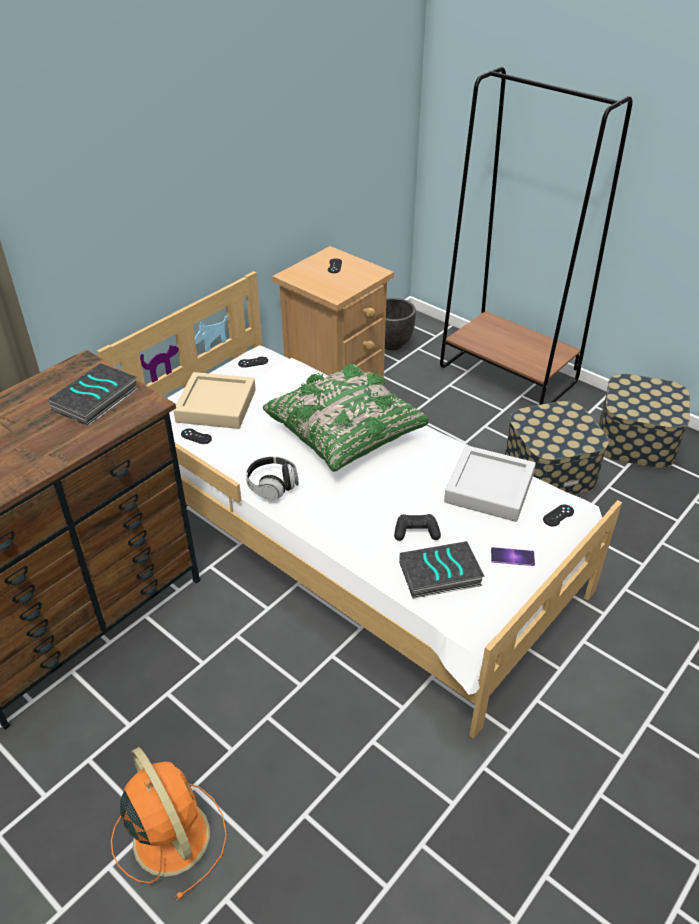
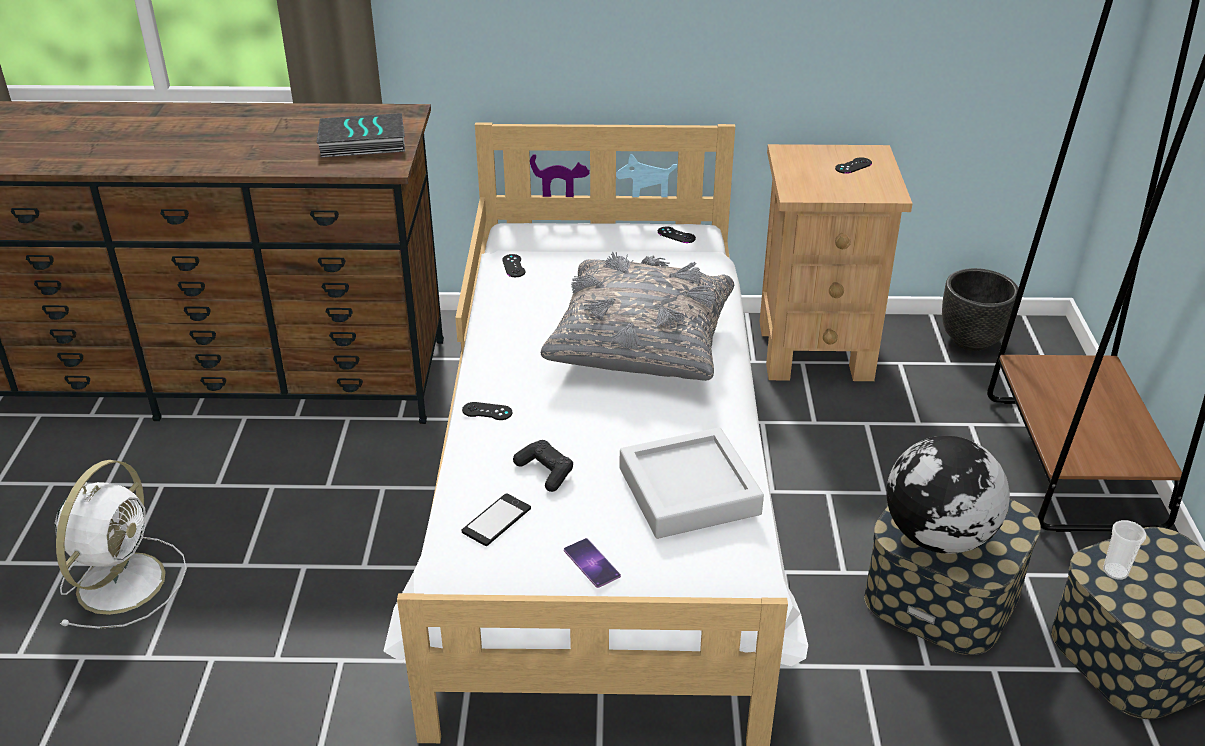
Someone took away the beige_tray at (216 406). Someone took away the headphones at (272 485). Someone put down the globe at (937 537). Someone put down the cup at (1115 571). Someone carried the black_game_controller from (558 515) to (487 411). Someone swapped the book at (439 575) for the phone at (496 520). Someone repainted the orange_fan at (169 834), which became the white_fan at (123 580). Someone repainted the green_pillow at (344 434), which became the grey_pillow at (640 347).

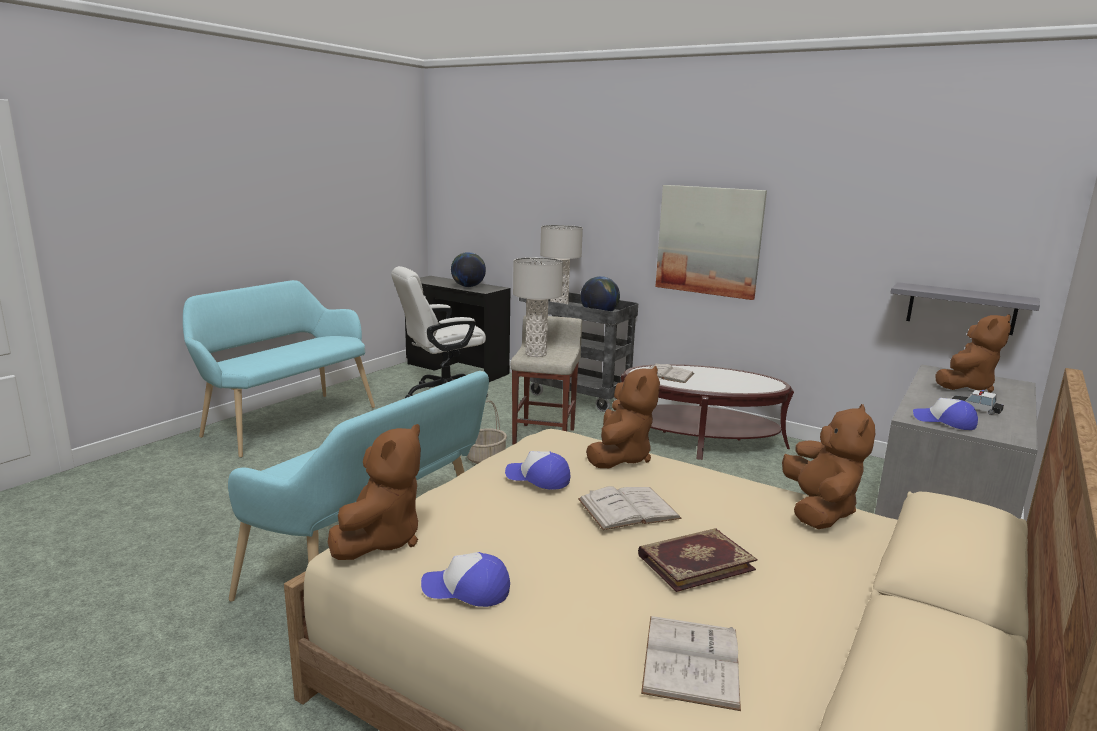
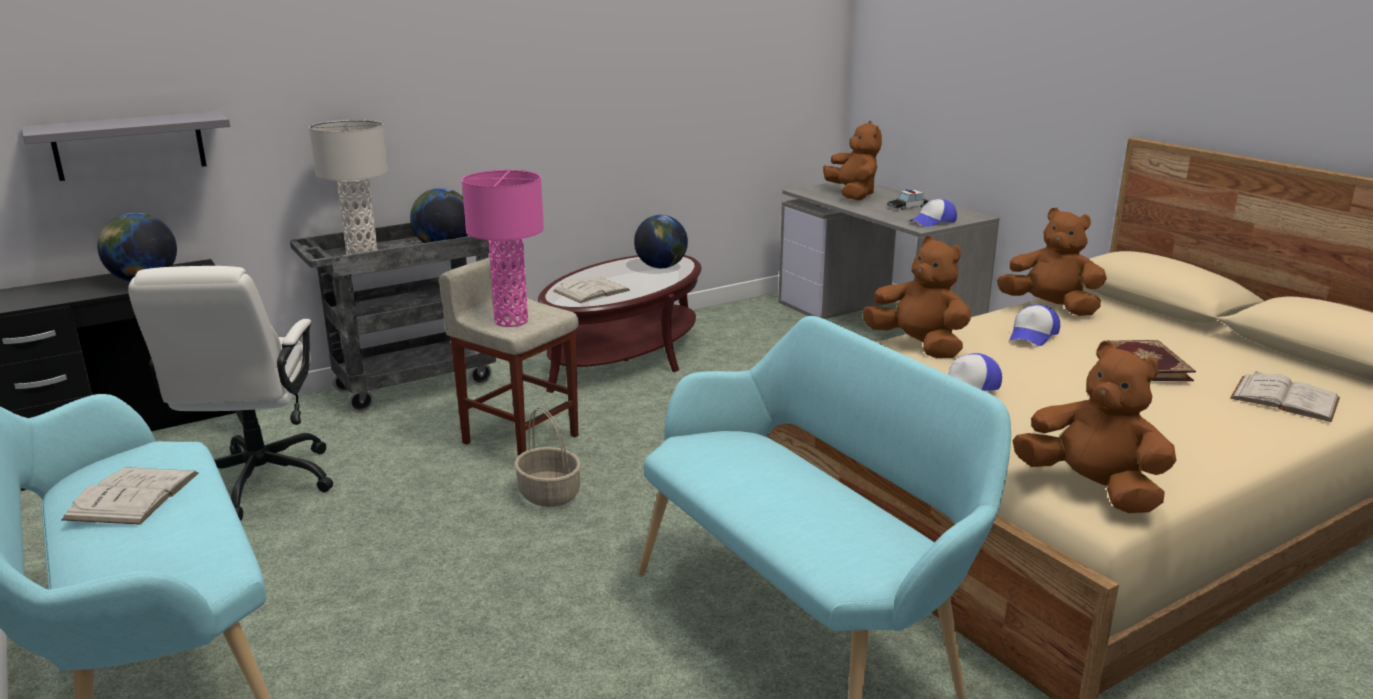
Someone took away the picture at (709 241). Someone put down the globe at (661 267). Someone carried the cap from (467 590) to (1033 335). Someone carried the white_book from (628 508) to (133 496). Someone carried the grey_shelf from (961 308) to (129 145). Someone repainted the white_table_lamp at (536 354), which became the pink_table_lamp at (511 321).

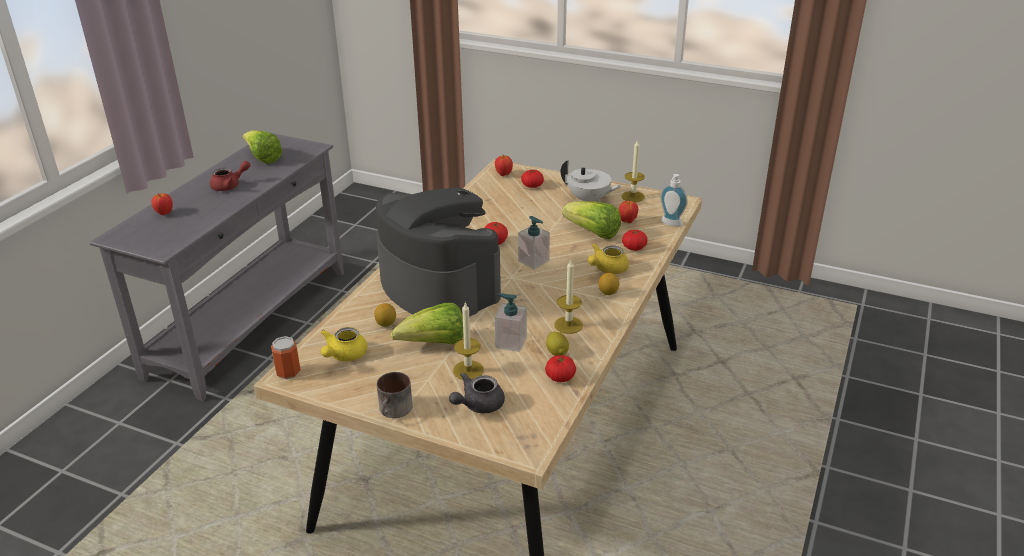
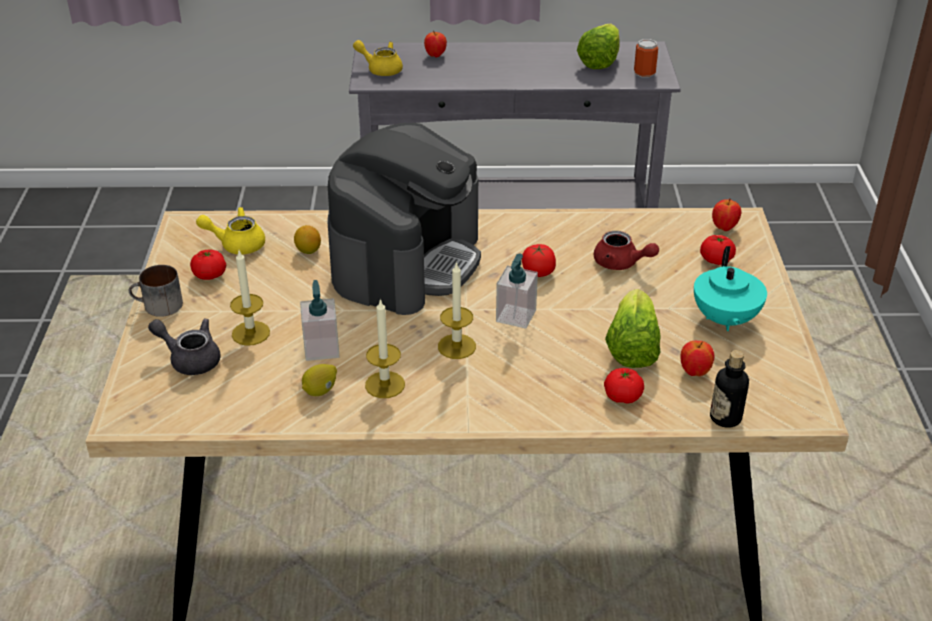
Someone took away the lettuce at (434 344). Someone took away the lemon at (608 292). Someone carried the red_teapot from (230 186) to (621 264). Someone carried the can from (288 372) to (644 73). Someone carried the tomato from (560 377) to (210 275). Someone carried the yellow_teapot from (607 269) to (381 69). Someone carried the candle from (633 196) to (456 346). Someone swapped the soap_dispenser at (670 224) for the bottle at (725 418). Someone repainted the white_teapot at (588 200), which became the turquoise_teapot at (724 320).

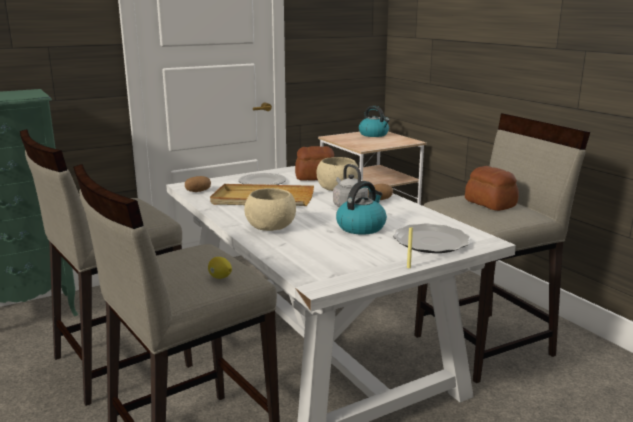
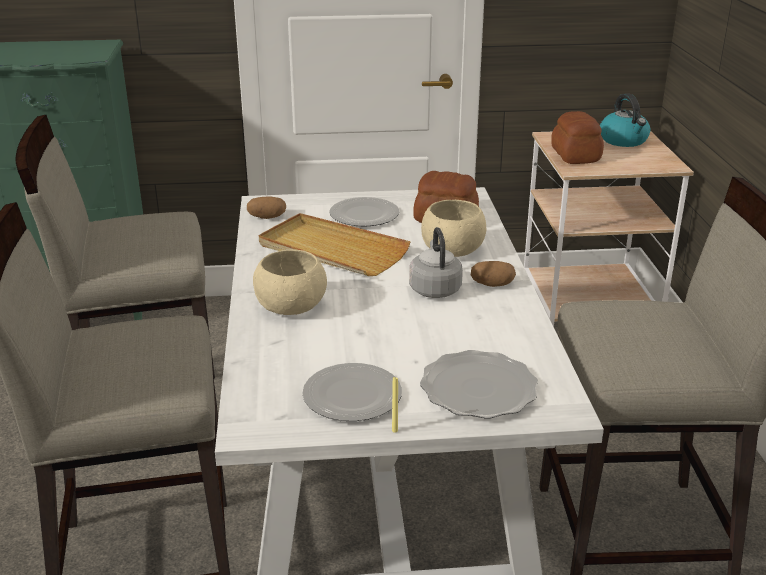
Someone took away the lemon at (220 277). Someone took away the kettle at (361 227). Someone put down the plate at (352 395). Someone carried the bread from (490 204) to (575 155).

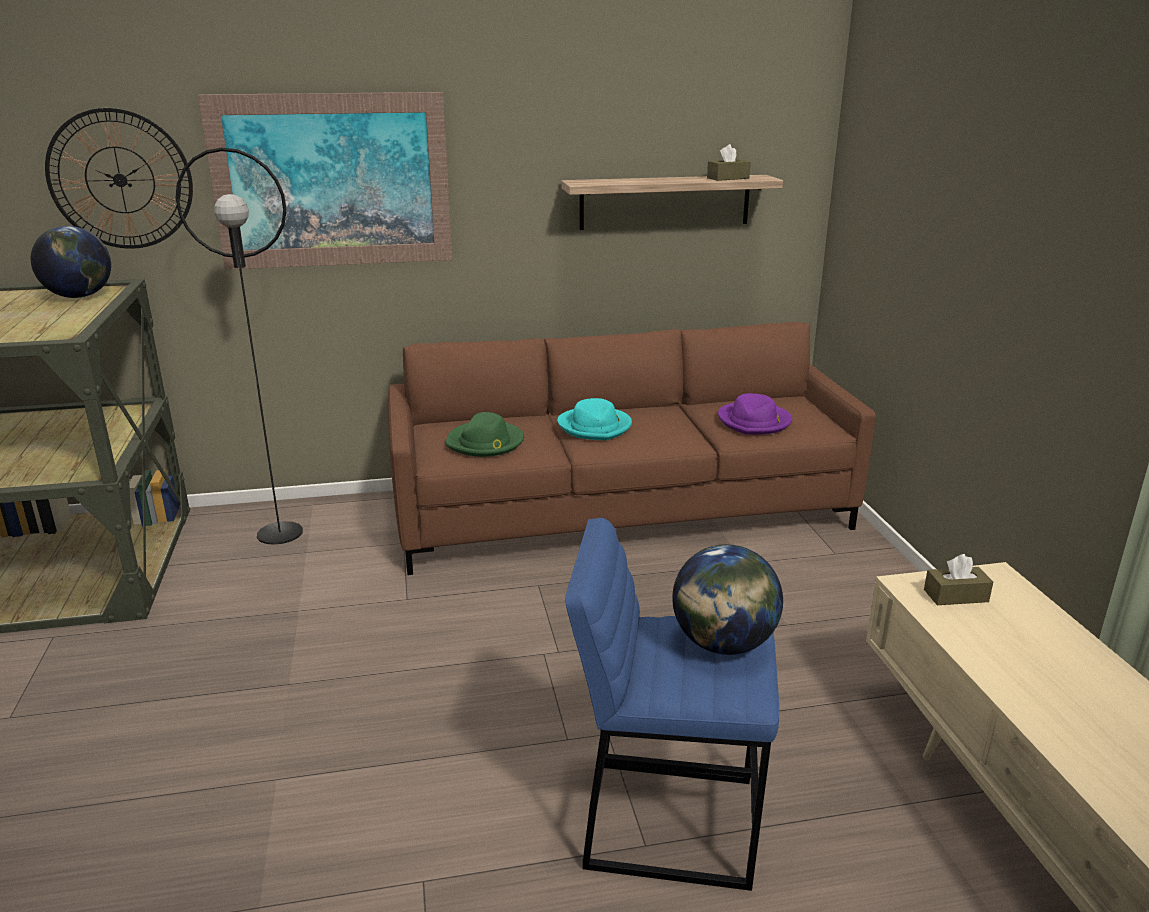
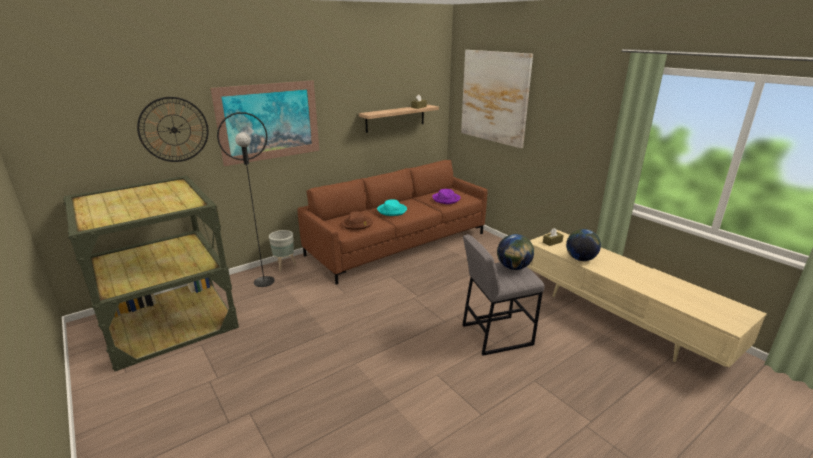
Someone put down the grey_planter at (285 266). Someone put up the picture at (494 97). Someone carried the globe from (79 296) to (580 259). Someone repainted the green_hat at (485 443), which became the brown_hat at (357 224). Someone repainted the blue_stool at (664 821), which became the grey_stool at (495 335).

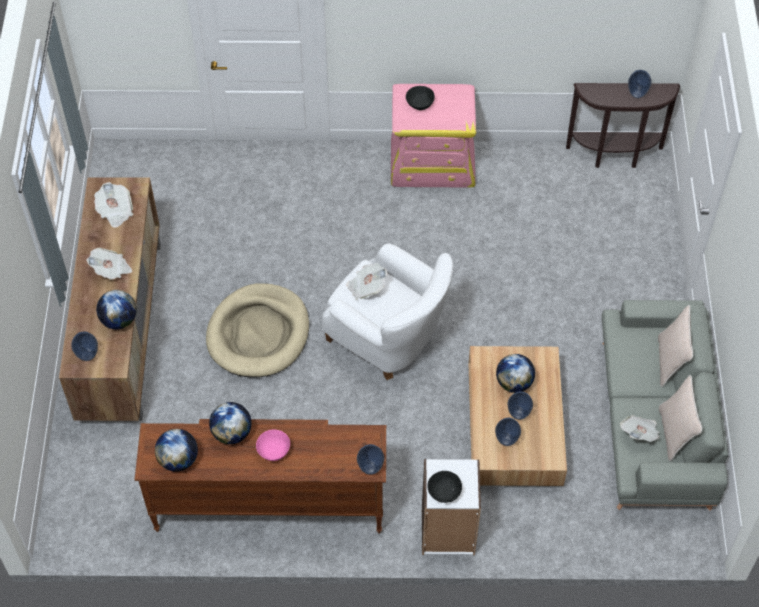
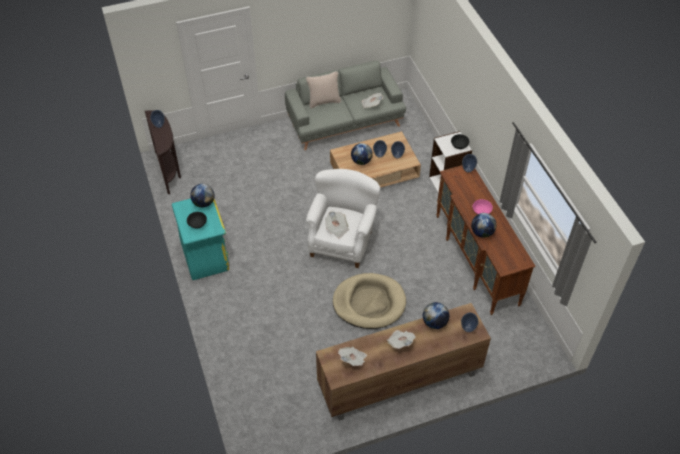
Someone took away the beige_pillow at (674 433). Someone carried the globe from (178 459) to (203 203). Someone repainted the pink_nightstand at (433 166), which became the turquoise_nightstand at (205 254).

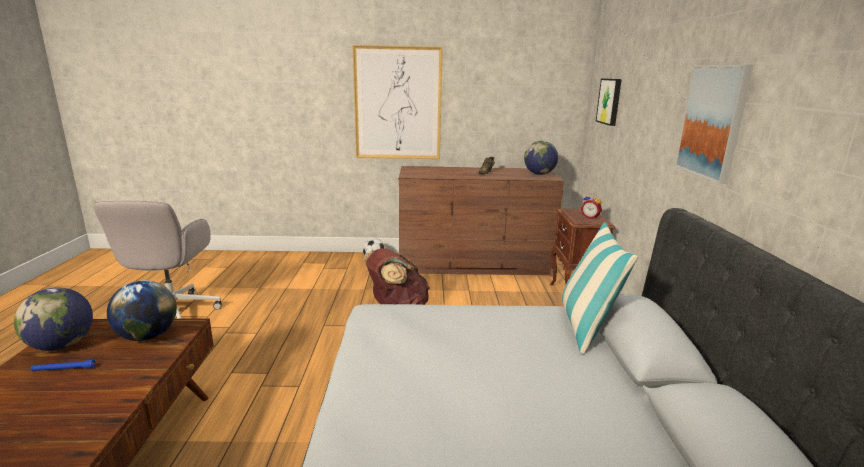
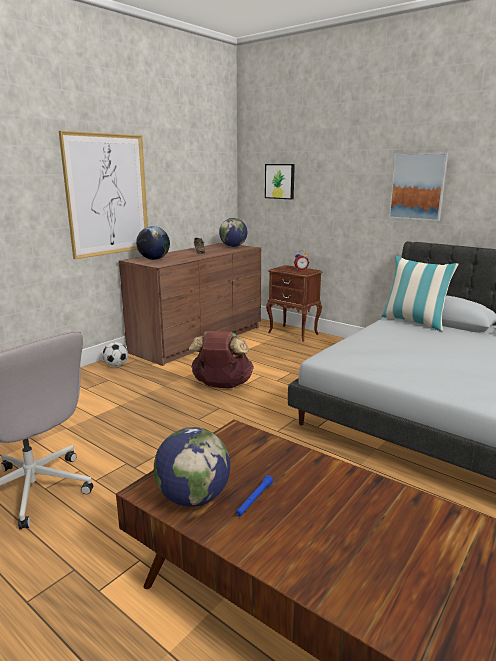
Someone carried the globe from (147 336) to (154 259).

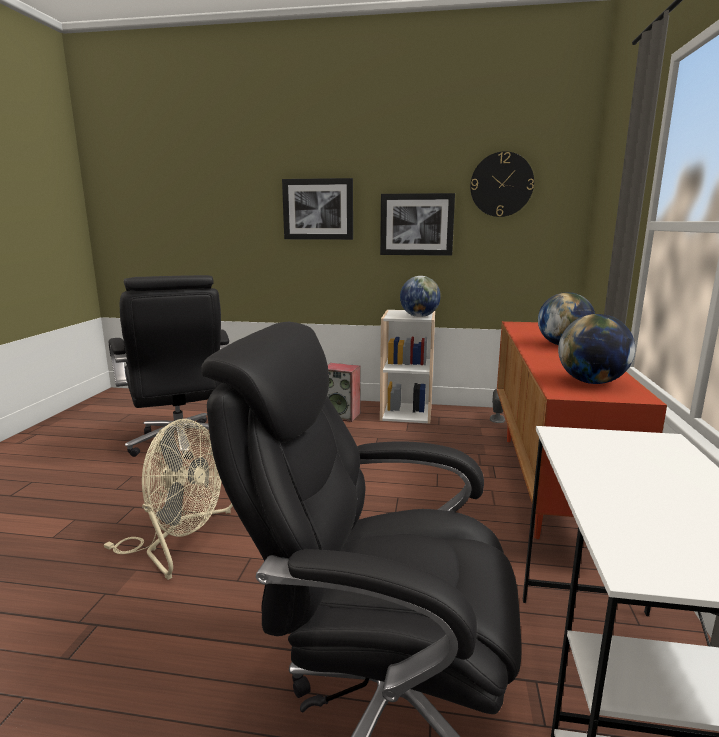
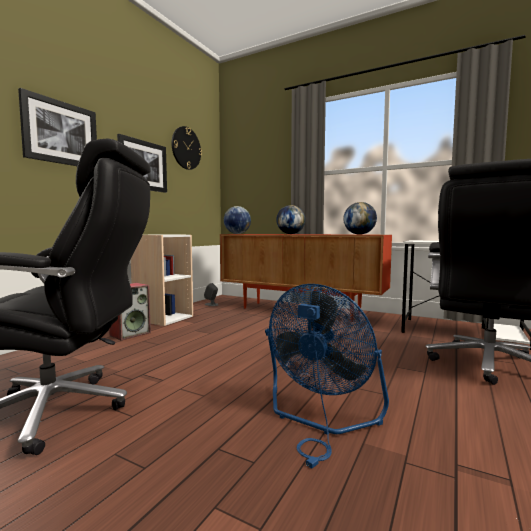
Someone carried the globe from (419 316) to (237 234). Someone repainted the beige_fan at (178 541), which became the blue_fan at (316 418).

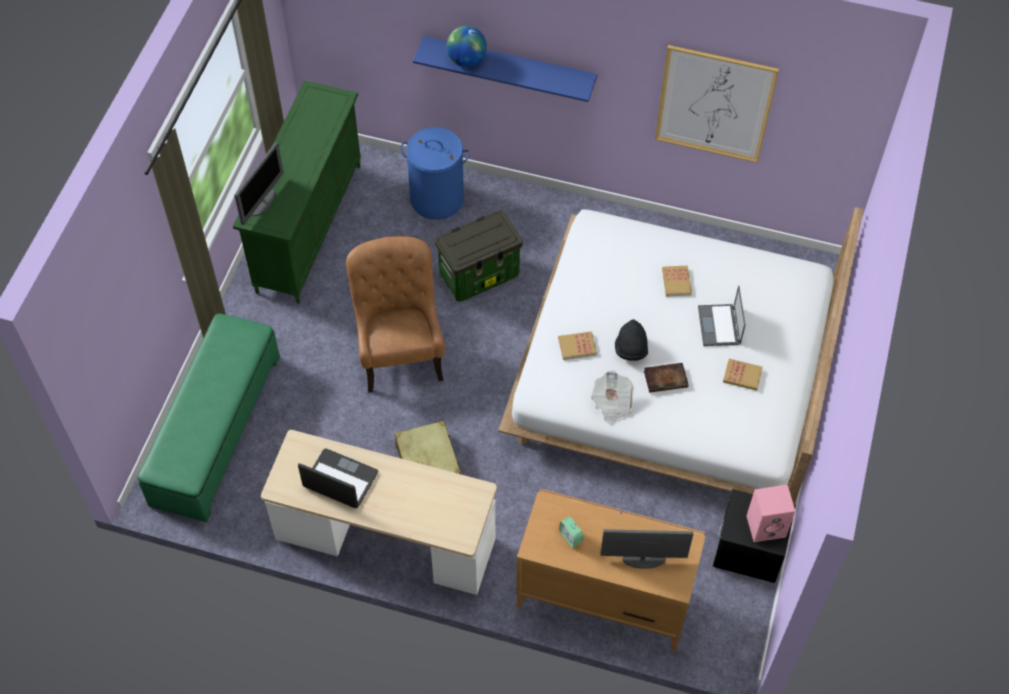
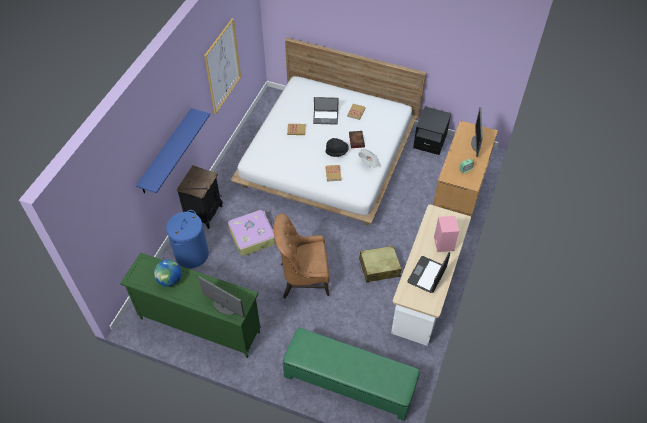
Someone put down the black_nightstand at (205 213). Someone carried the globe from (466 60) to (170 280). Someone carried the pink_speaker from (766 525) to (443 243). Someone swapped the storage_box at (480 275) for the suitcase at (253 236).

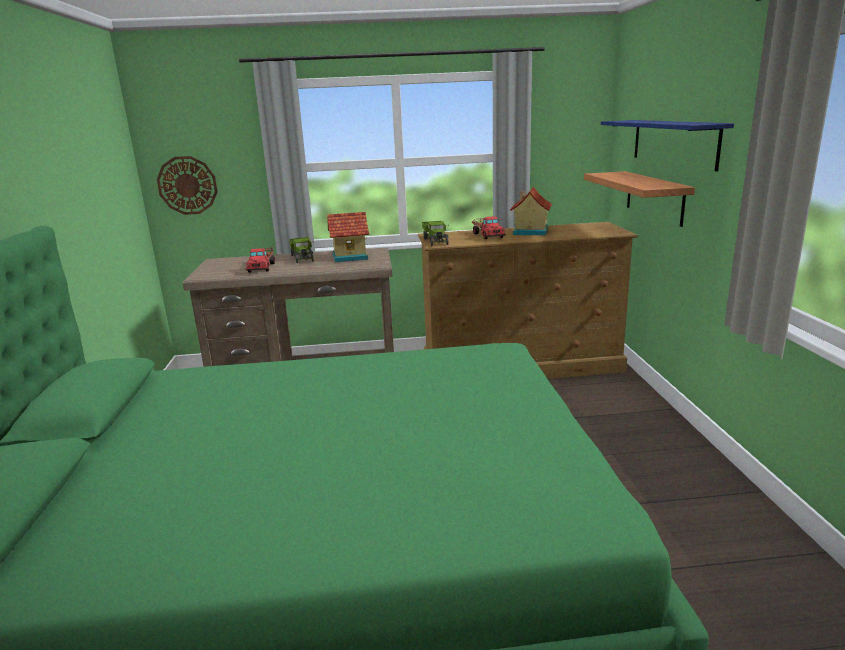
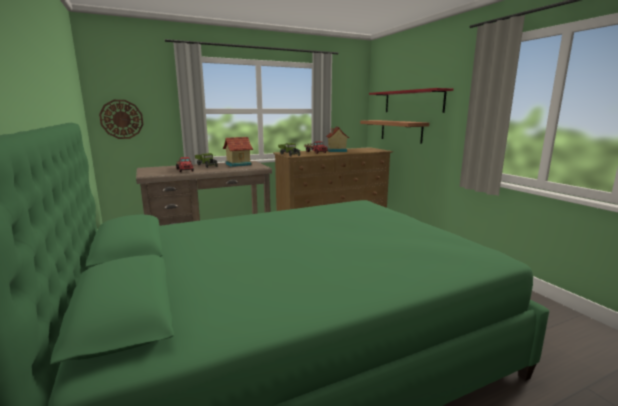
Someone repainted the blue_shelf at (673 142), which became the red_shelf at (413 101).

